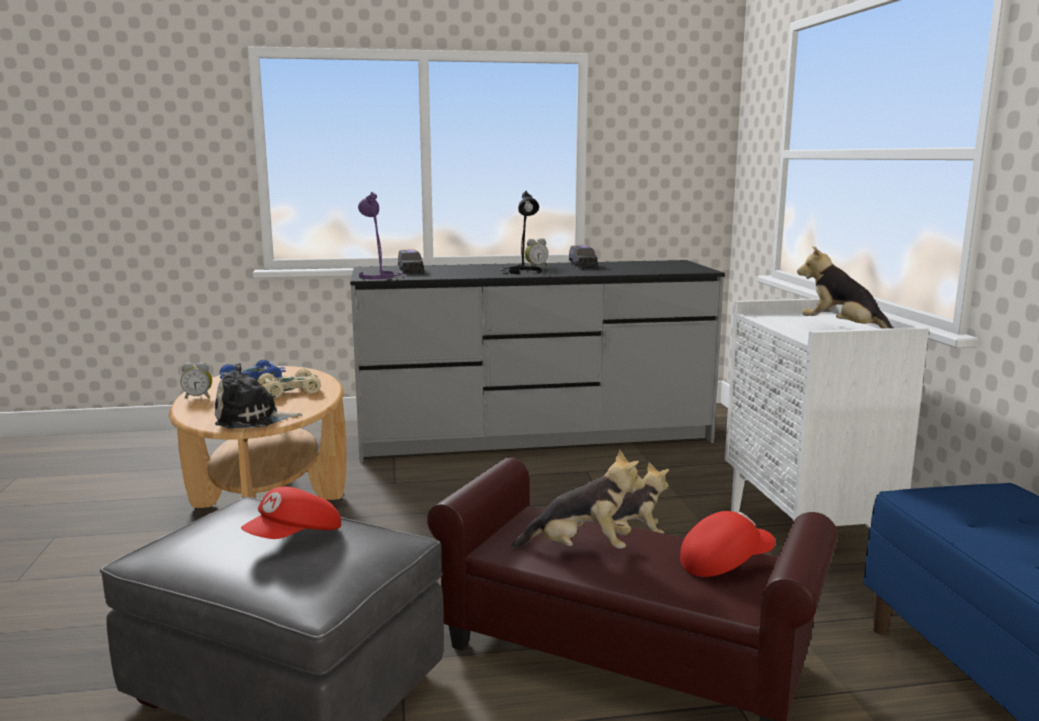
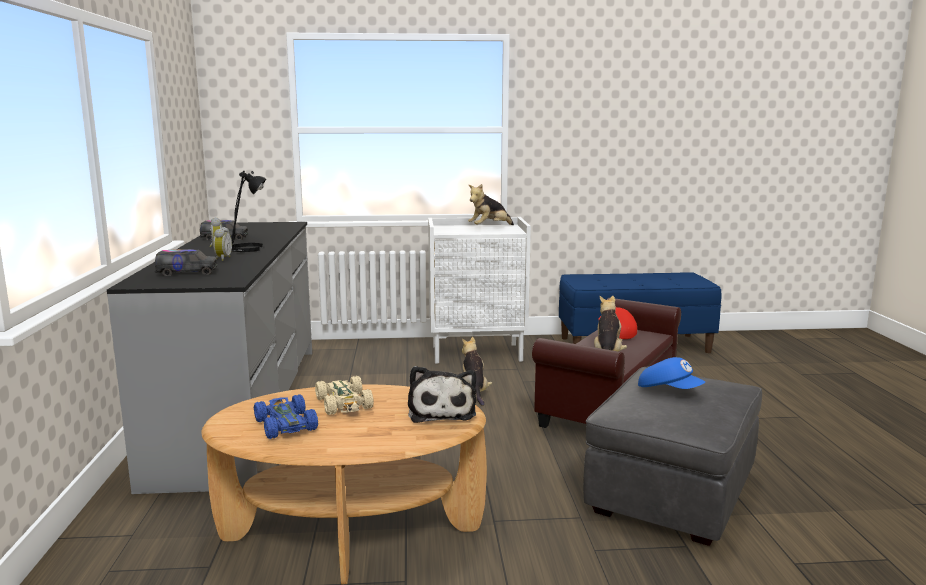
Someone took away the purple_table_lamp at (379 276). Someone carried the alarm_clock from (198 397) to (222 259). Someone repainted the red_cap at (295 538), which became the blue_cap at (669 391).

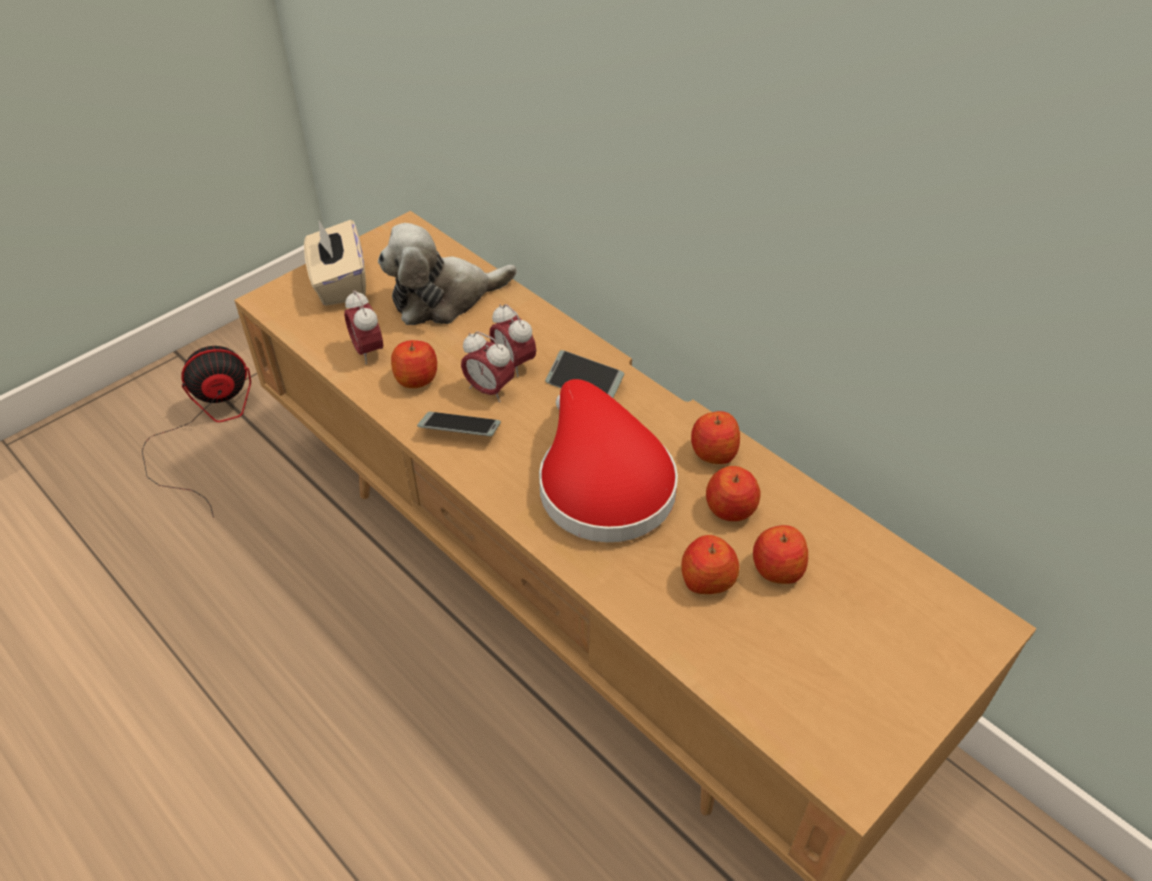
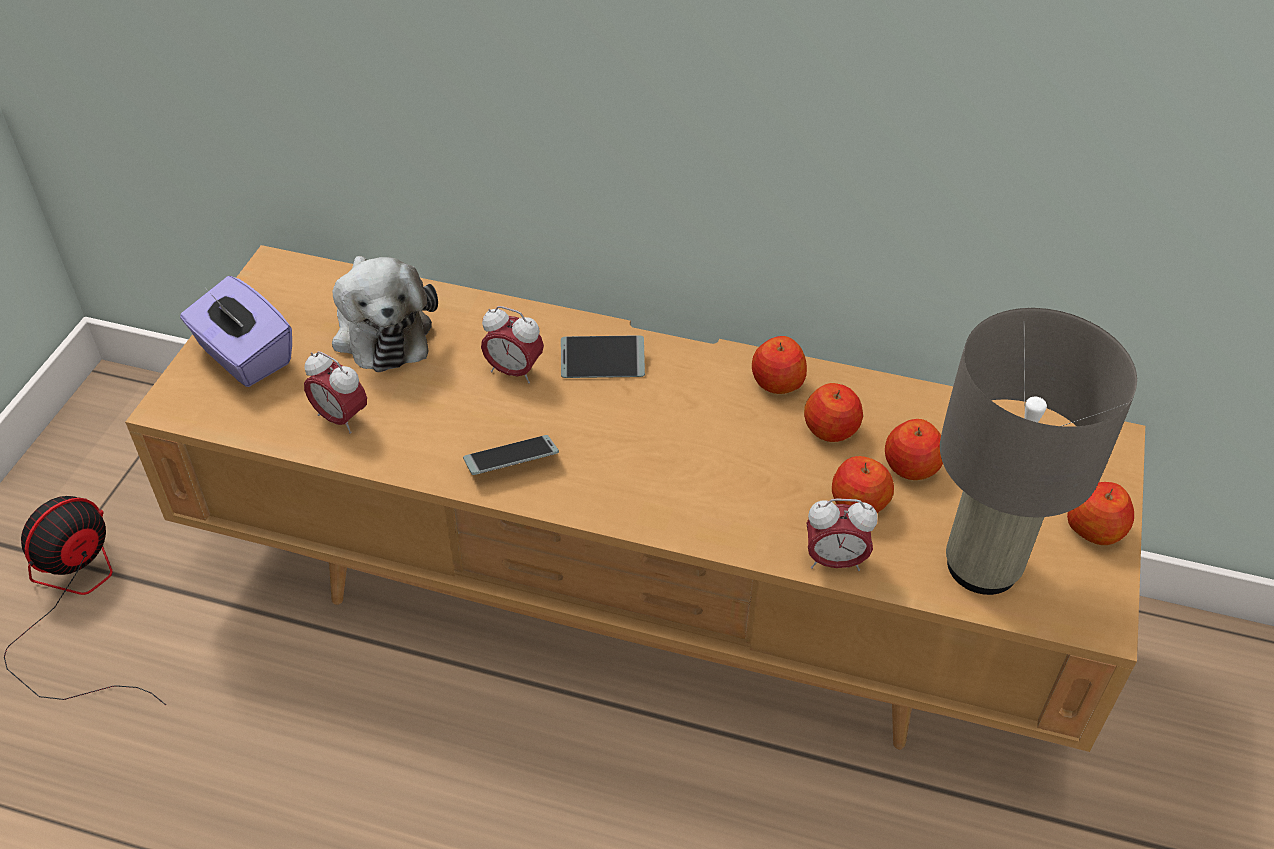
Someone took away the red_hat at (601 482). Someone put down the grey_table_lamp at (982 568). Someone carried the apple from (416 378) to (1094 529). Someone carried the alarm_clock from (489 390) to (834 561). Someone repainted the beige_tissue_box at (339 283), which became the purple_tissue_box at (244 356). Someone rotated the plush_toy at (444 299) by 60 degrees counterclockwise.

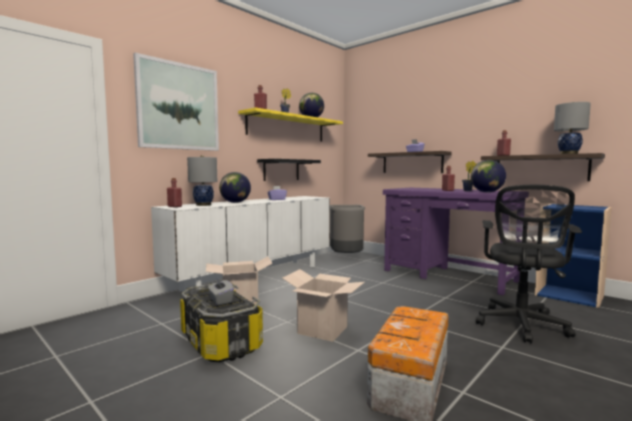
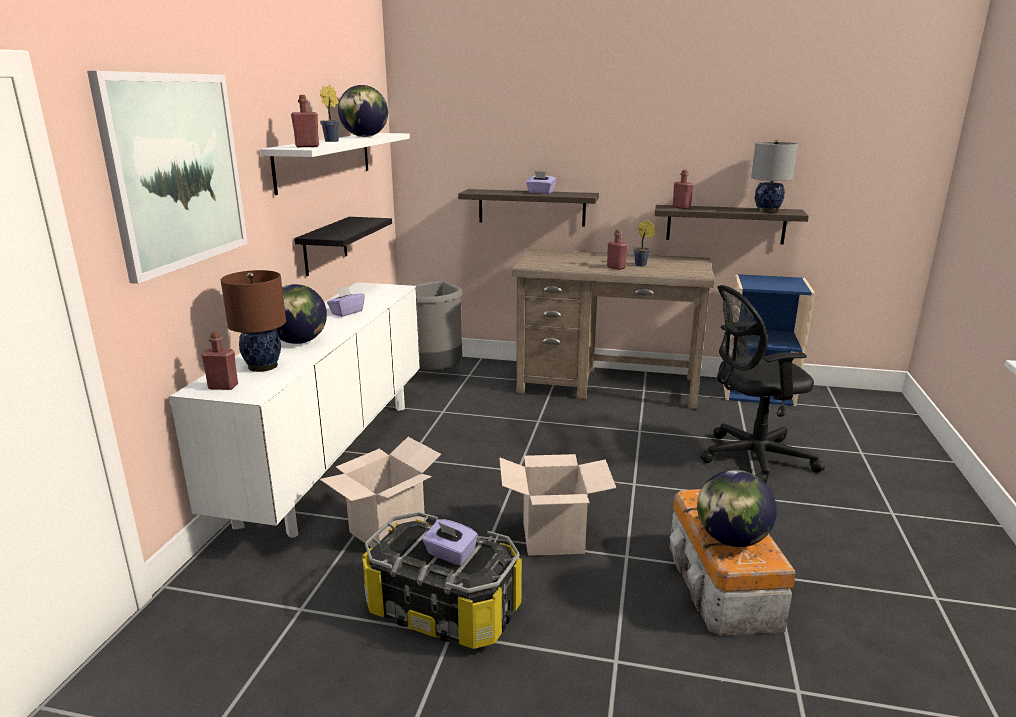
Someone carried the globe from (486 192) to (731 539). Someone repainted the grey_table_lamp at (203 205), which became the brown_table_lamp at (263 366). Someone repainted the grey_tissue_box at (220 301), which became the purple_tissue_box at (450 554). Someone repainted the yellow_shelf at (287 128), which became the white_shelf at (325 160). Someone repainted the purple_desk at (449 275), which became the brown_desk at (608 385). Someone rotated the black_office_chair at (521 326) by 90 degrees clockwise.

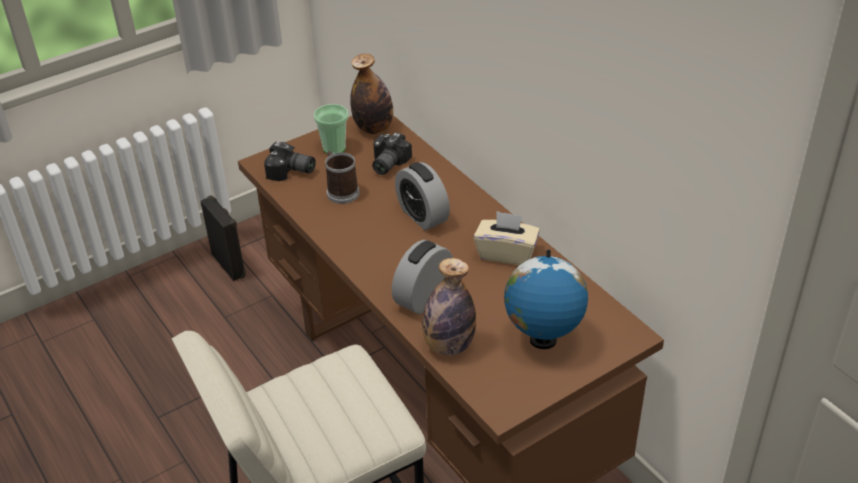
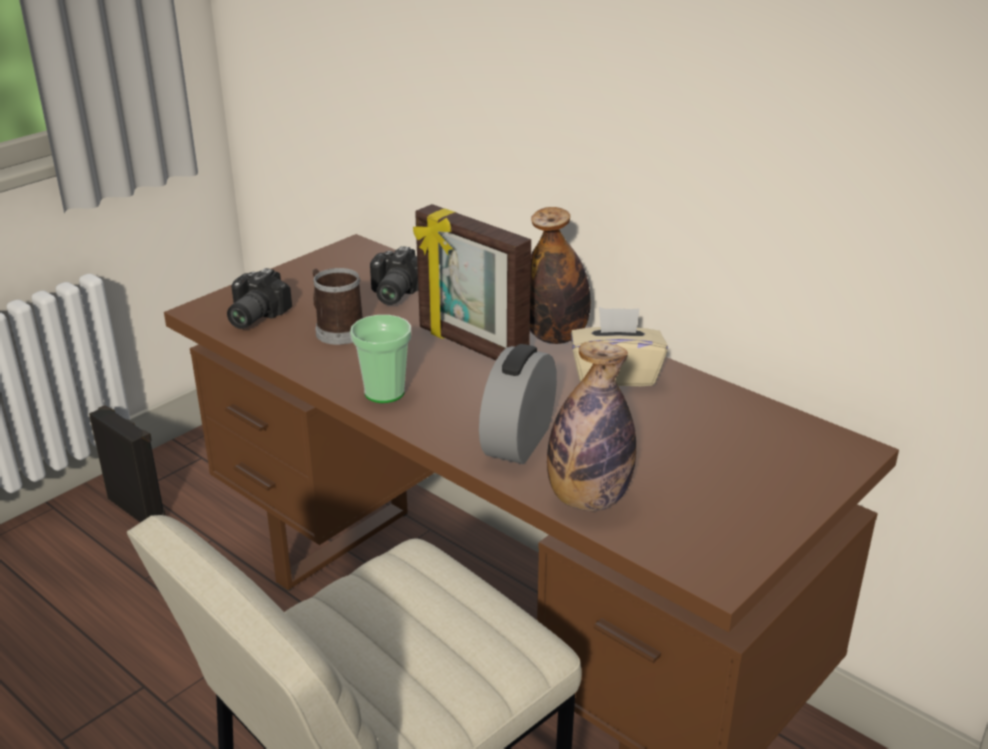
Someone took away the globe at (542 340). Someone carried the cup from (334 148) to (384 392). Someone carried the bottle from (374 128) to (555 336). Someone swapped the alarm_clock at (422 216) for the picture_frame at (471 345). Someone rotated the photo_camera at (291 172) by 105 degrees clockwise.

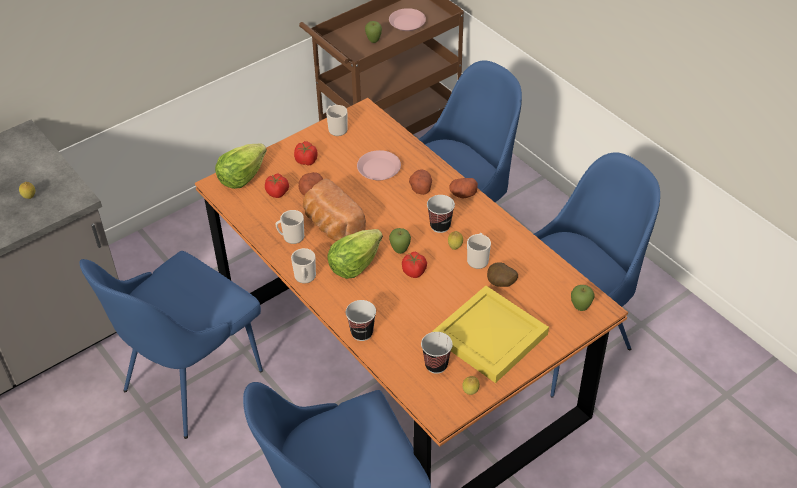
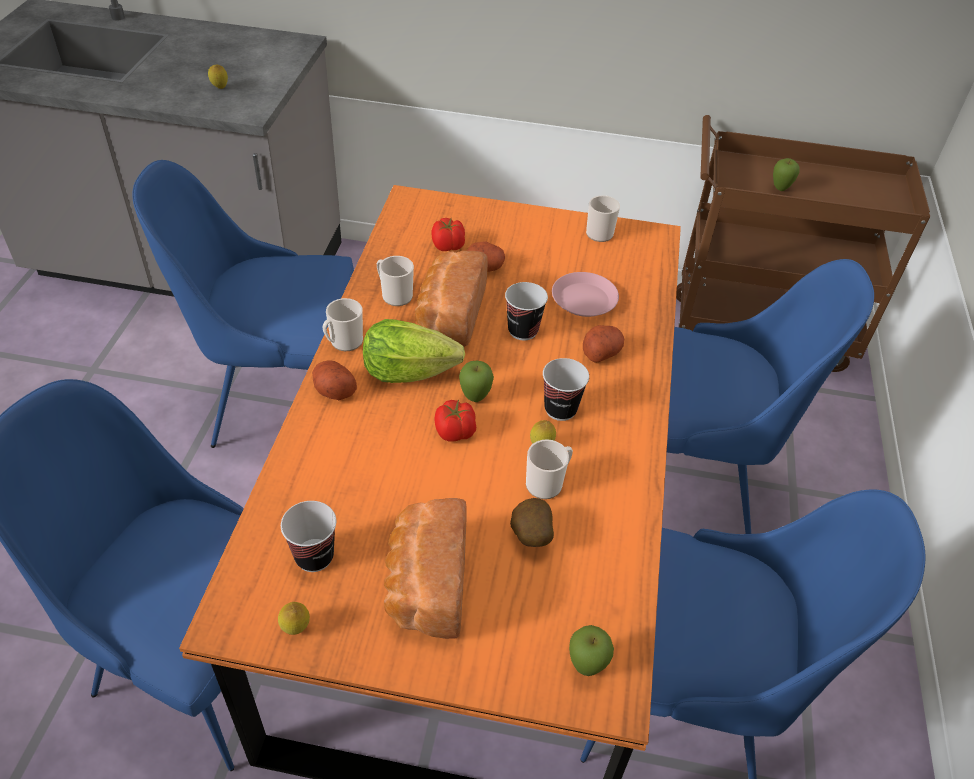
Someone took away the lettuce at (241 177). Someone took away the tomato at (306 160). Someone took away the pink_plate at (407 23). Someone carried the cup from (362 333) to (523 330). Someone carried the potato from (463 194) to (333 390). Someone swapped the yellow_tray at (490 335) for the bread at (425 583).

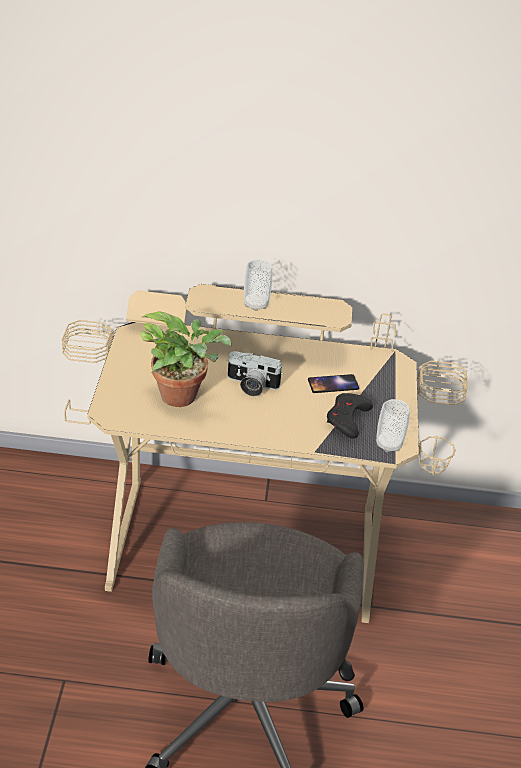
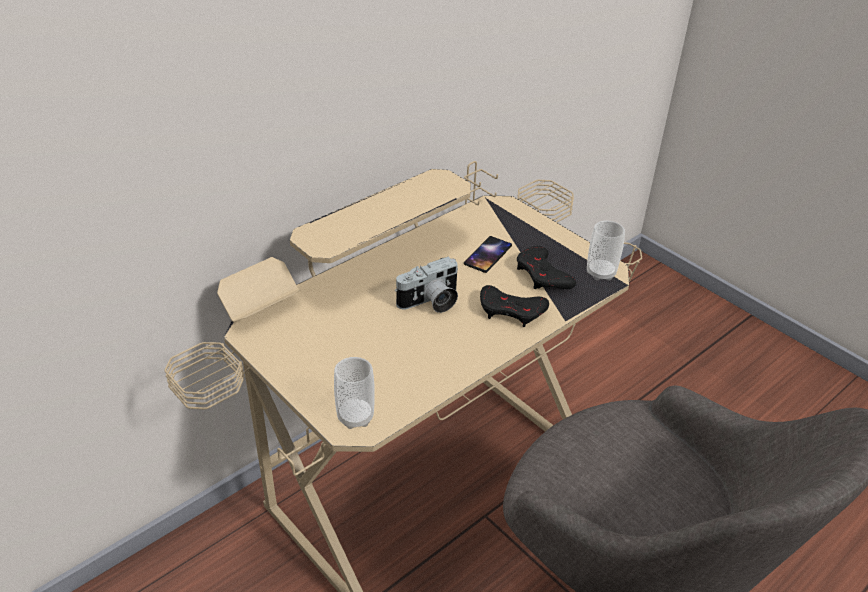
Someone took away the potted_plant at (183 396). Someone put down the black_game_controller at (511 310). Someone carried the cup from (256 304) to (355 417).

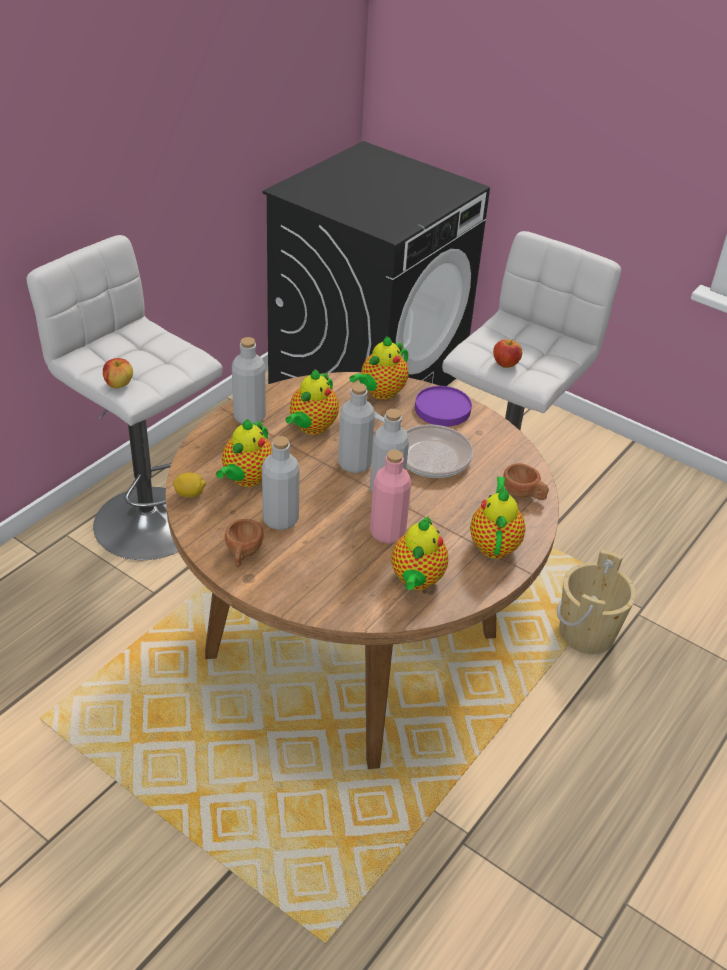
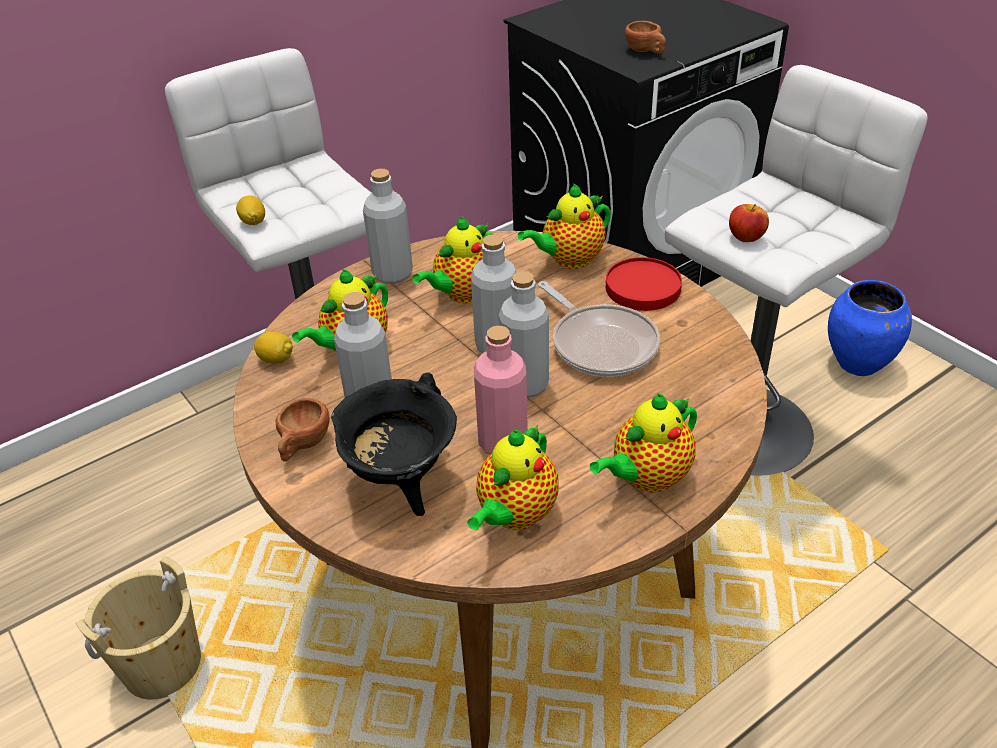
Someone put down the black_cooking_pot at (401 483). Someone put down the blue_vase at (858 364). Someone carried the brown_cup from (523 494) to (645 51). Someone carried the beige_bucket from (586 633) to (162 665). Someone swapped the apple at (118 384) for the lemon at (253 221). Someone repainted the purple_plate at (443 409), which became the red_plate at (643 288). Someone rotated the teapot at (494 543) by 150 degrees counterclockwise.

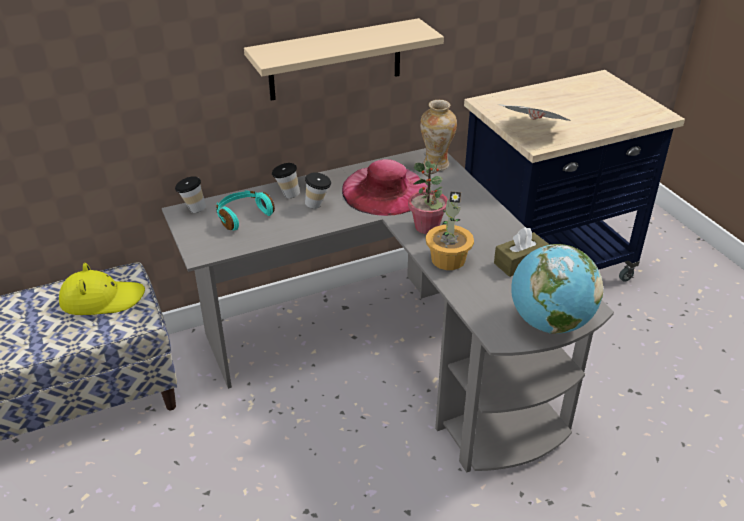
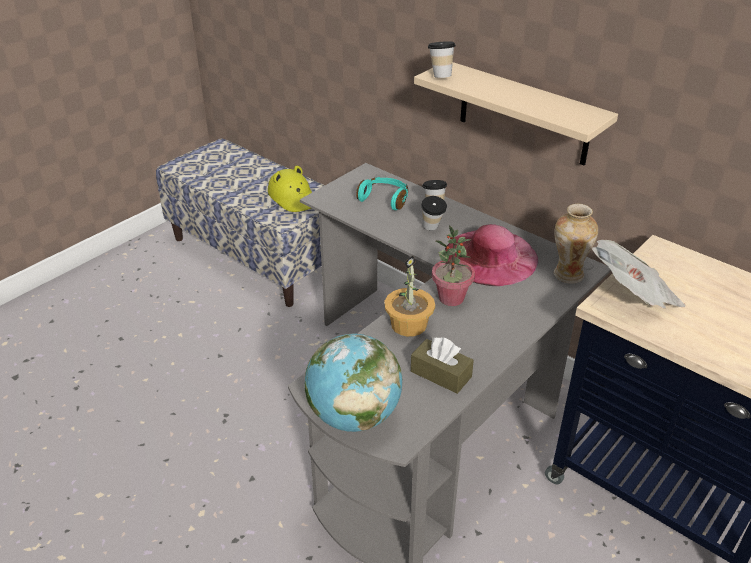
Someone carried the cup from (192 209) to (440 75).

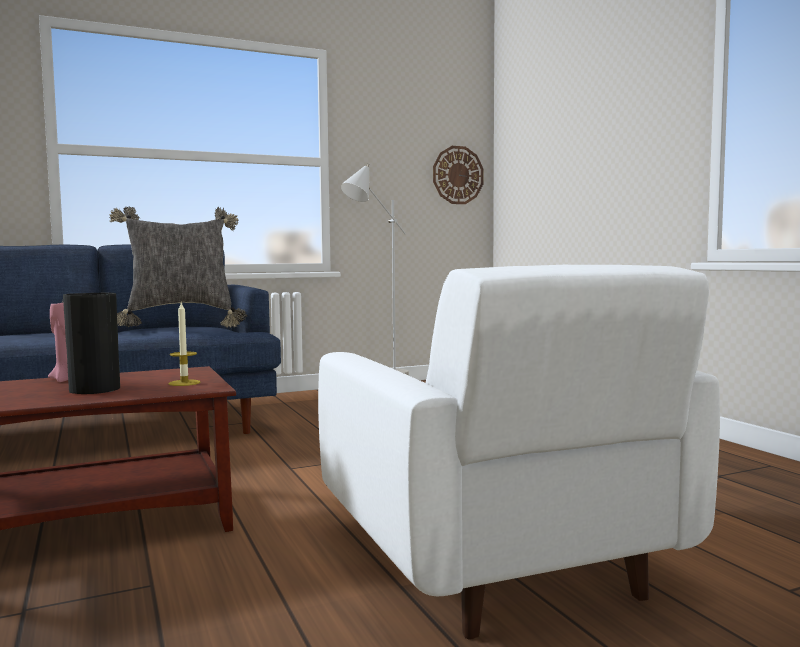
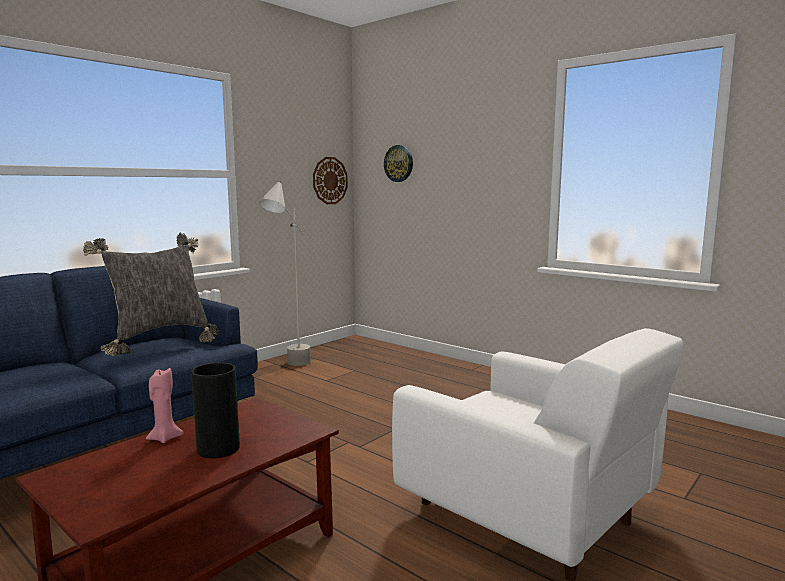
Someone took away the candle at (184 383). Someone put up the wall_clock at (398 163).

